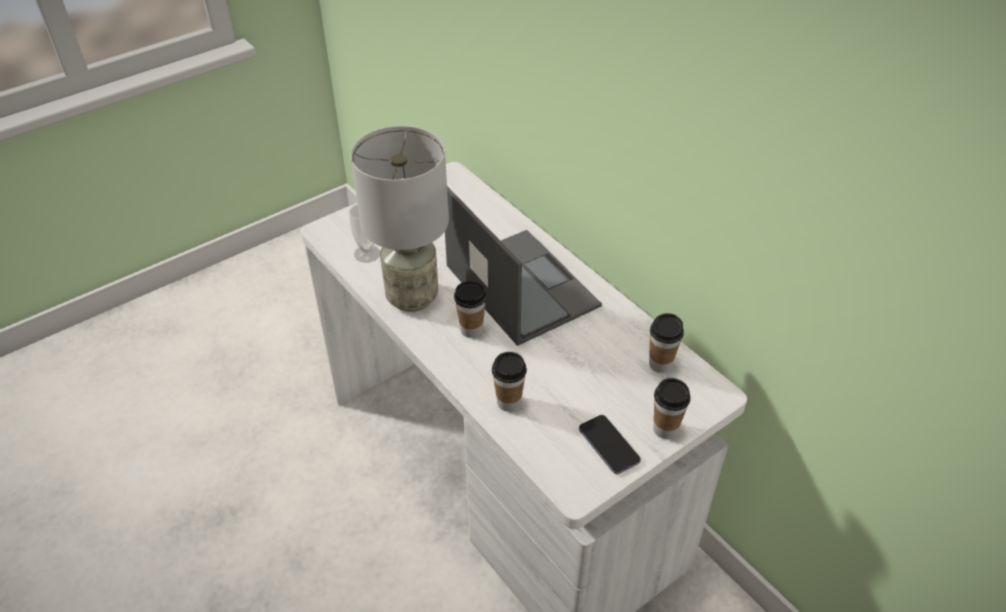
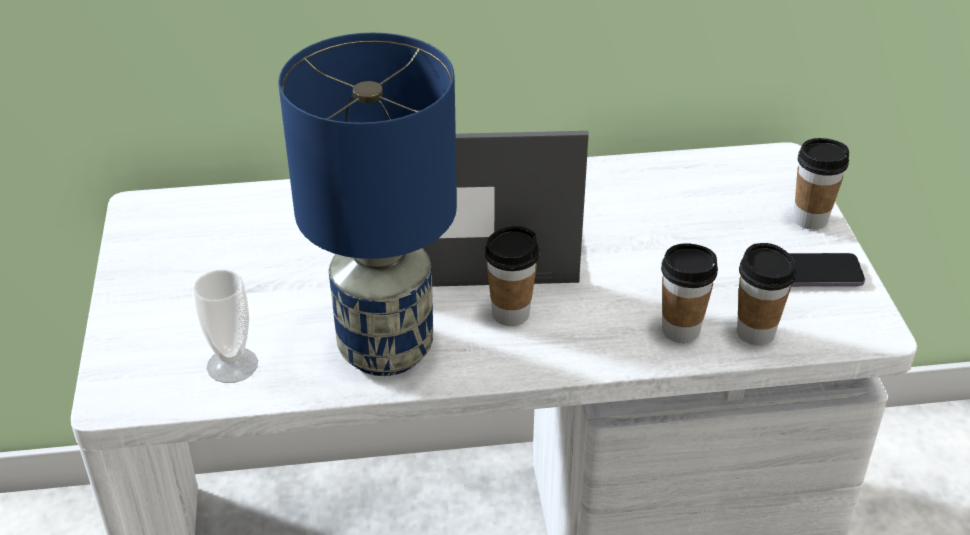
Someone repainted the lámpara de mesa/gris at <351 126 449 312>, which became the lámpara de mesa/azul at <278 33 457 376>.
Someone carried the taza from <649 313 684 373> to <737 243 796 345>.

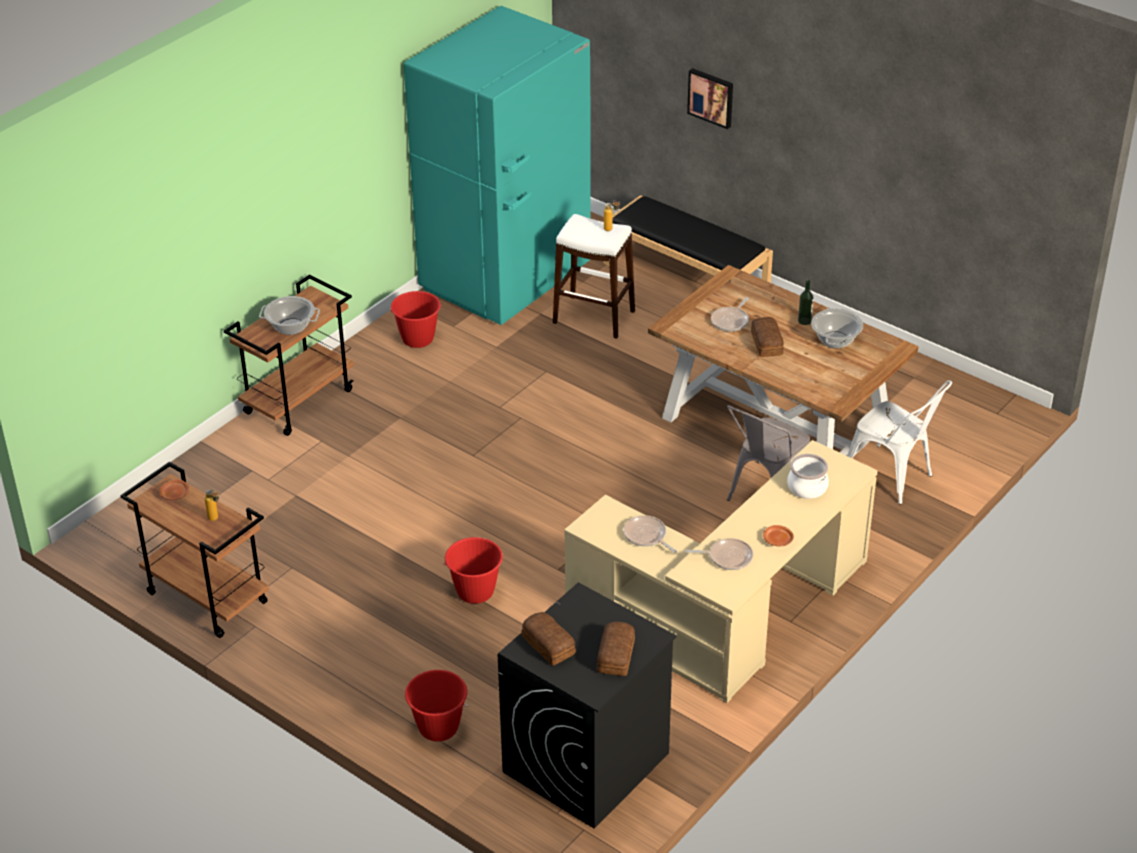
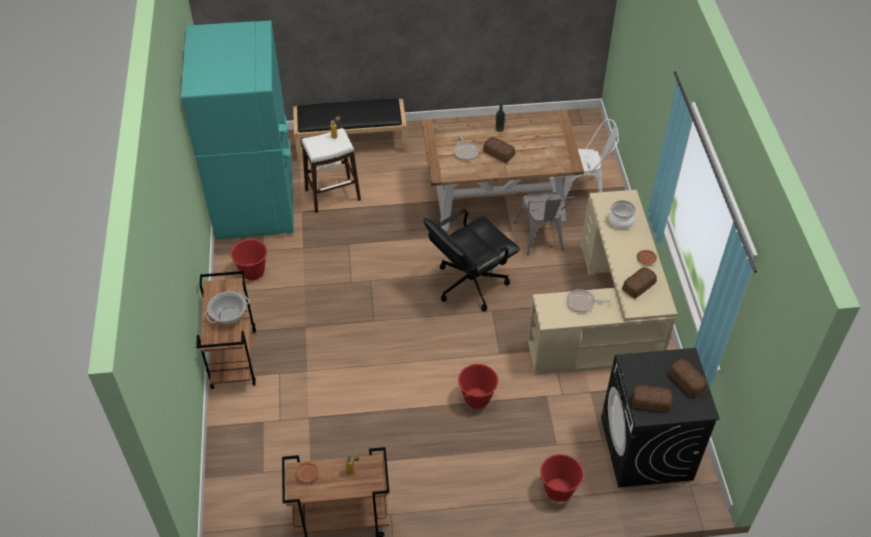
Someone swapped the sartén at <685 538 753 570> for the pan at <622 267 657 299>.
Someone took away the cuadro at <687 68 733 129>.
Someone took away the olla at <811 308 863 348>.
Someone put down the silla de oficina/negro at <424 209 520 311>.

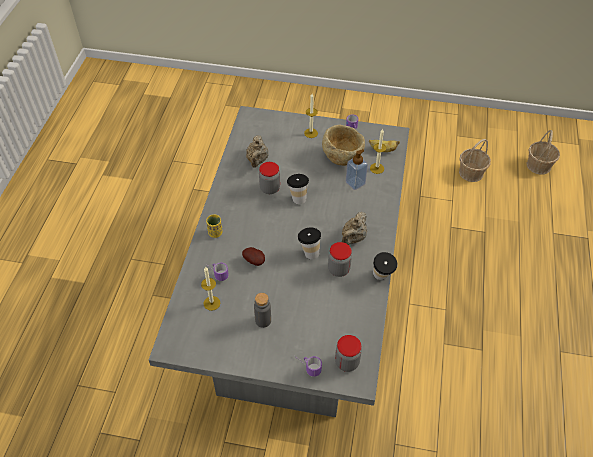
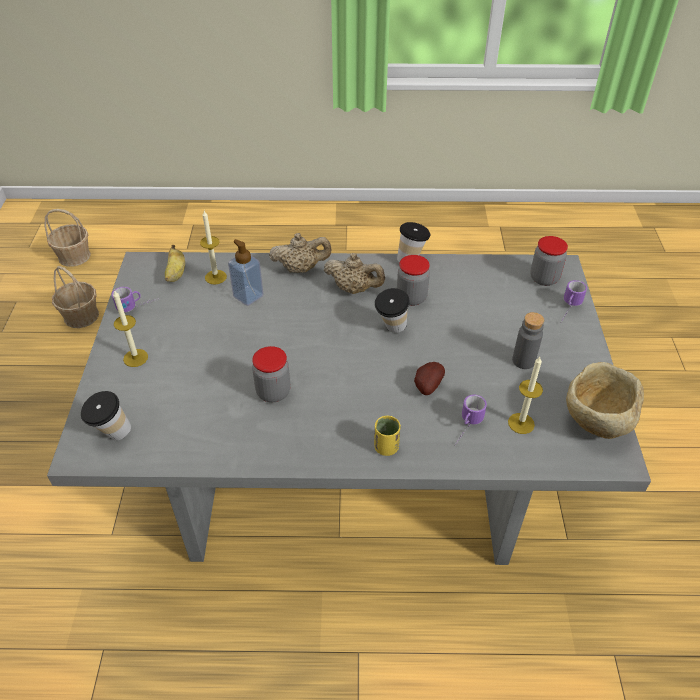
Someone carried the tetera/beis from <246 135 269 168> to <269 233 332 273>.
Someone carried the taza from <287 174 309 204> to <81 391 131 440>.
Someone carried the cuenco/beis from <322 125 365 166> to <566 362 644 439>.

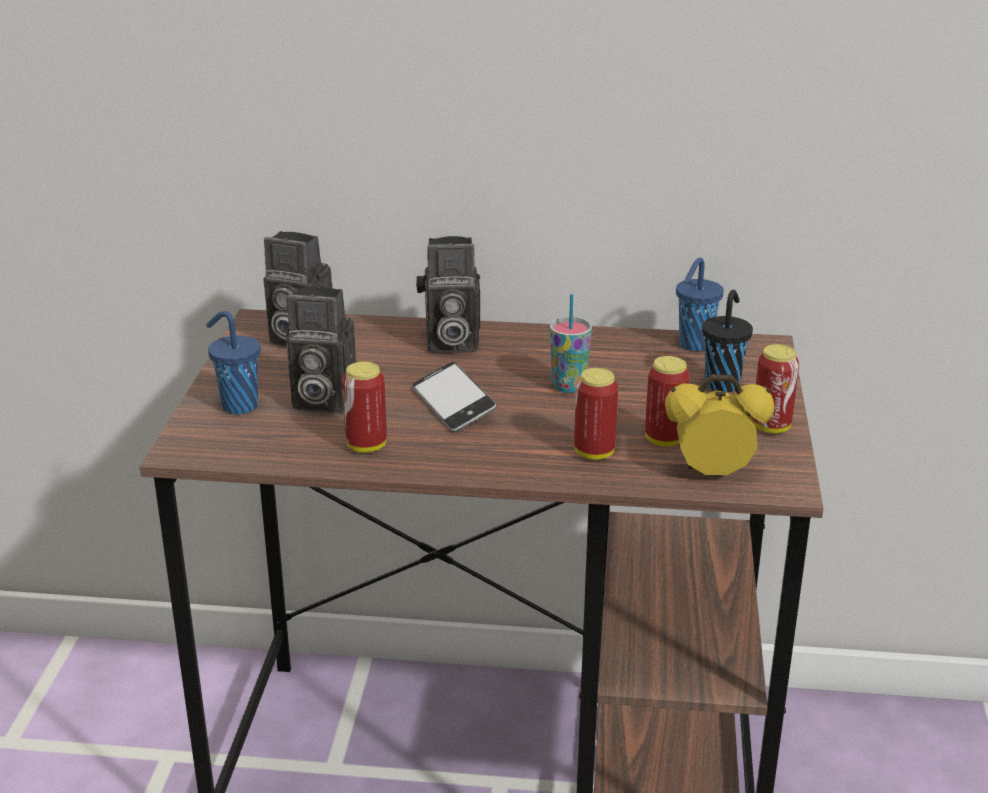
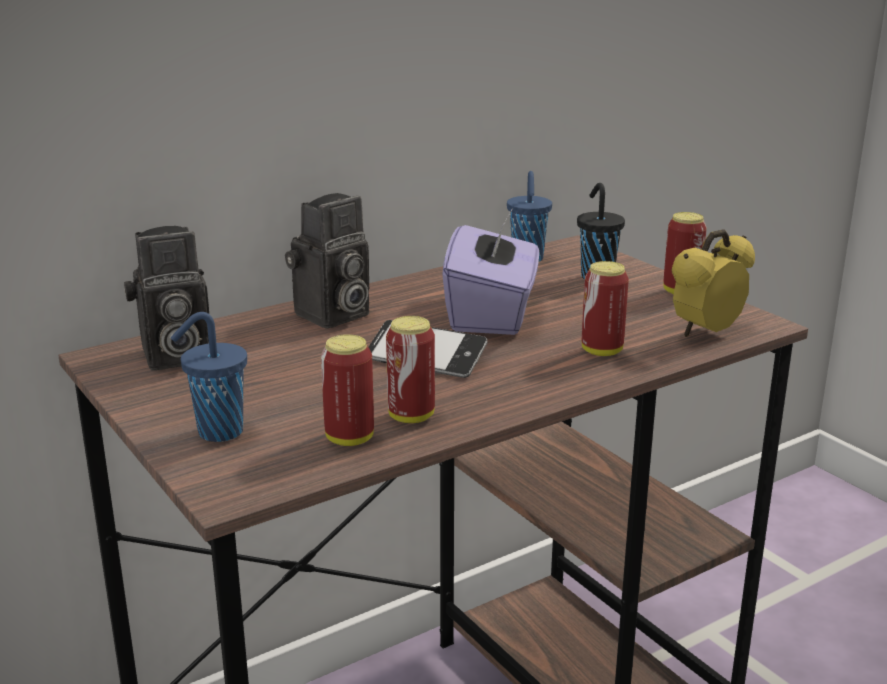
Someone took away the cámara at <286 287 356 413>.
Someone swapped the taza at <550 294 592 393> for the caja de pañuelos/morado at <442 208 539 335>.
Someone carried the lata from <645 356 690 447> to <321 334 374 446>.

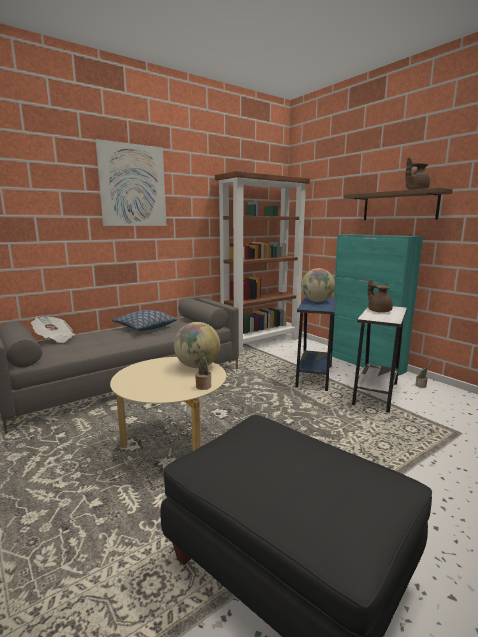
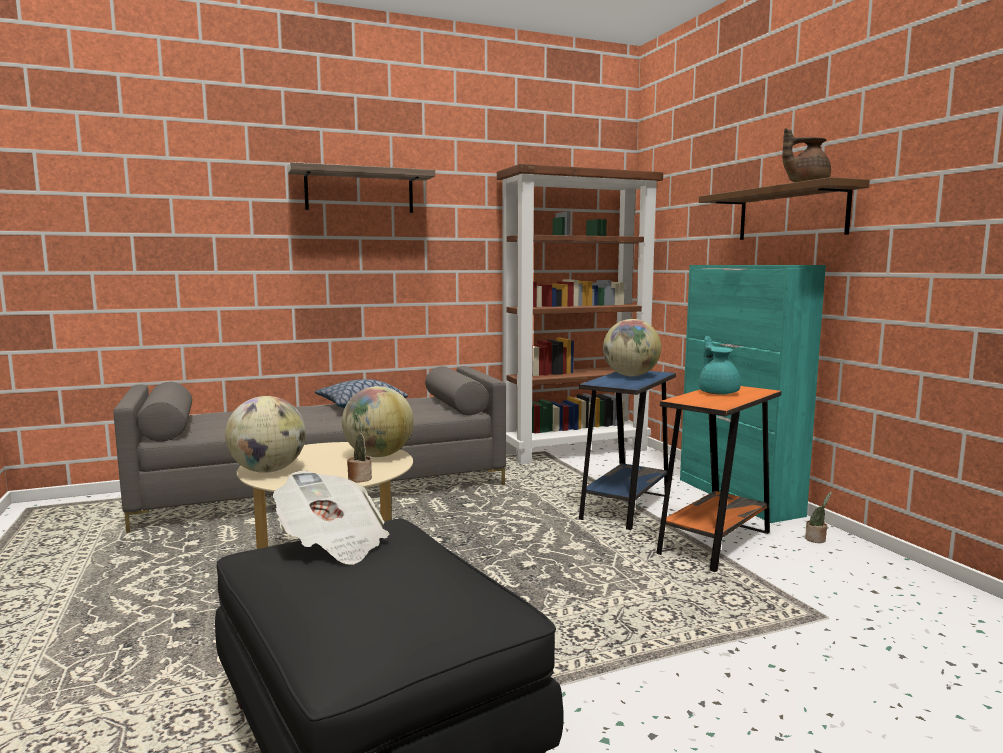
Someone carried the periódico from <31 316 75 343> to <273 471 389 565>.
Someone swapped the cuadro at <96 139 166 226> for the estante at <287 162 435 213>.
Someone repainted the mesa auxiliar/blanco at <352 306 407 413>, which became the mesa auxiliar/naranja at <656 386 782 572>.
Someone repainted the tetera/marrón at <368 278 393 313>, which became the tetera/turquesa at <698 336 741 395>.
Someone put down the globo terráqueo at <225 396 306 473>.

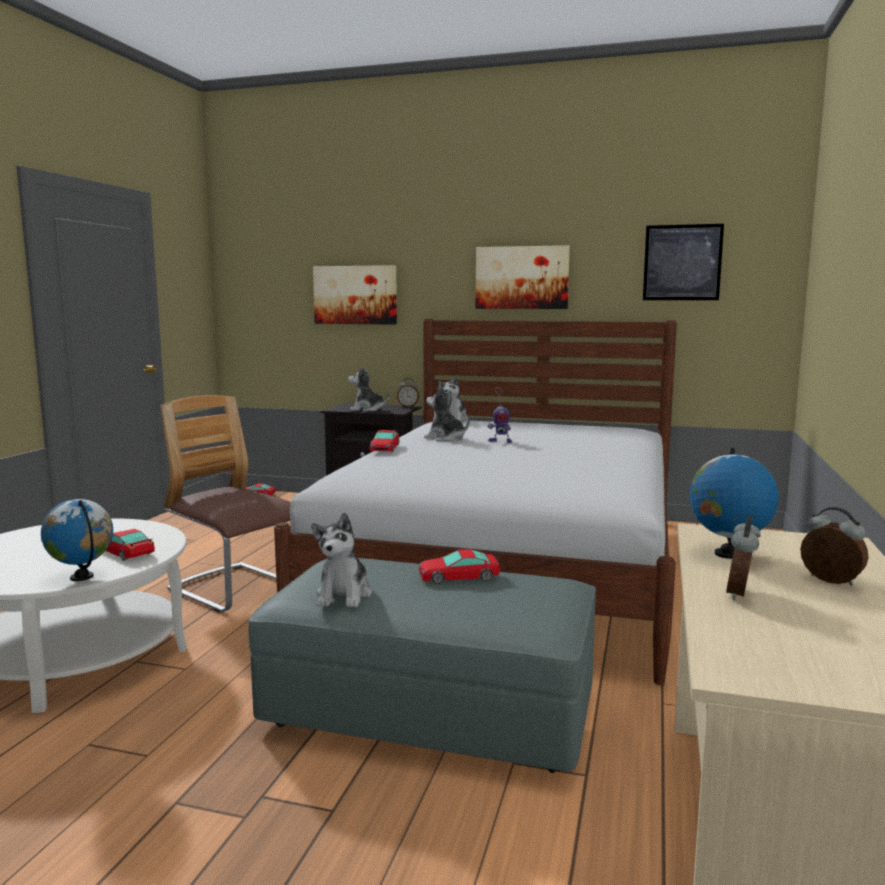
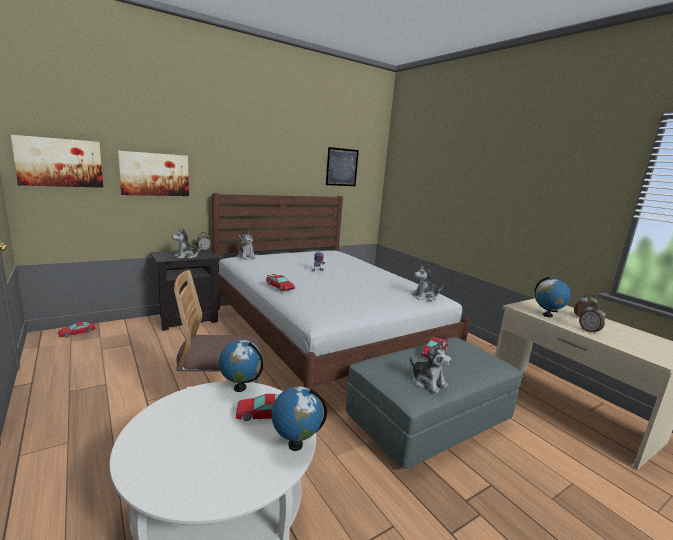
Someone carried the peluche from <424 385 470 441> to <412 265 443 301>.
Someone carried the cuadro from <476 245 570 309> to <11 135 103 188>.
Someone put down the globo terráqueo at <219 340 263 392>.

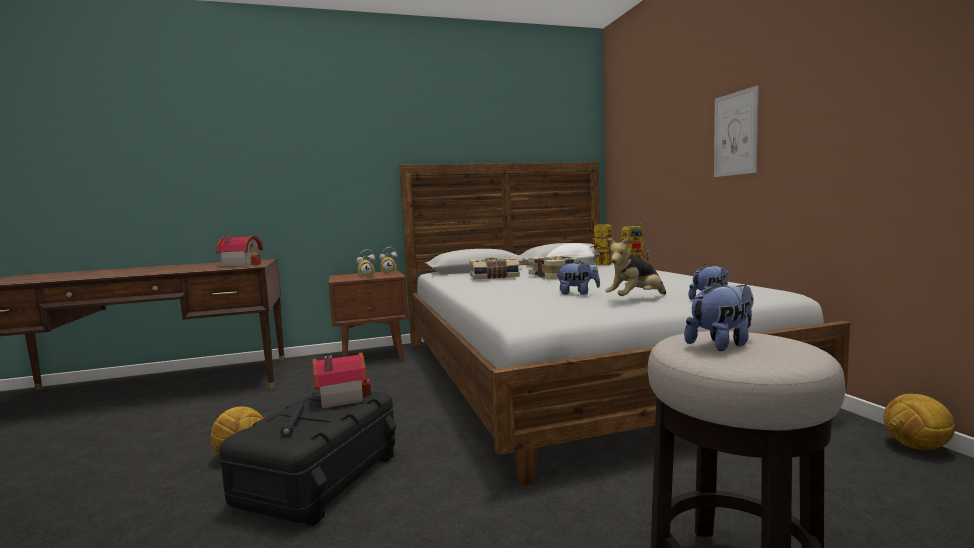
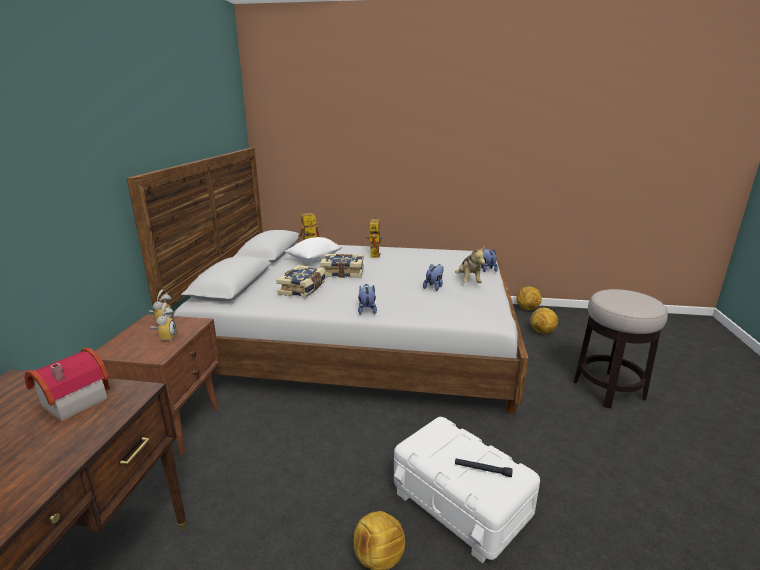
Someone repainted the caja de almacenaje/negro at <220 390 396 526>, which became the caja de almacenaje/blanco at <394 417 540 563>.
Someone took away the casita at <312 352 371 409>.
Someone carried the peluche from <684 281 754 351> to <358 284 377 315>.
Someone took away the cuadro at <714 85 759 177>.
Someone put down the balón de fútbol at <530 308 558 334>.

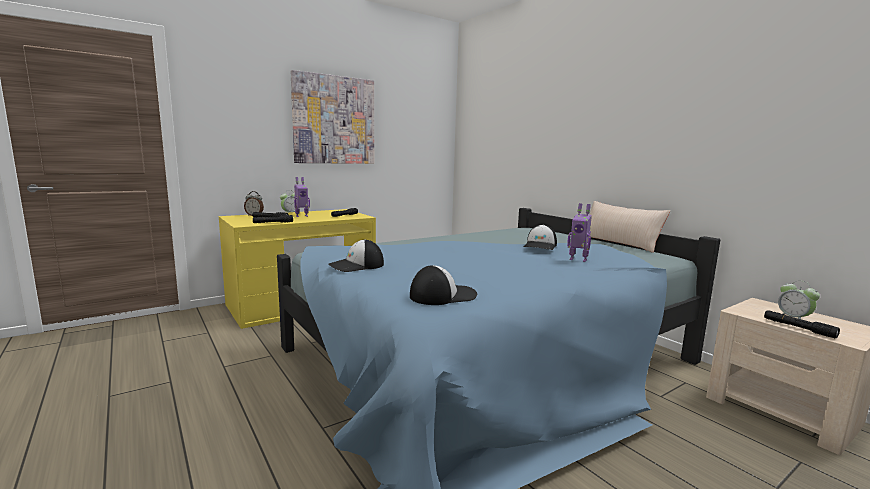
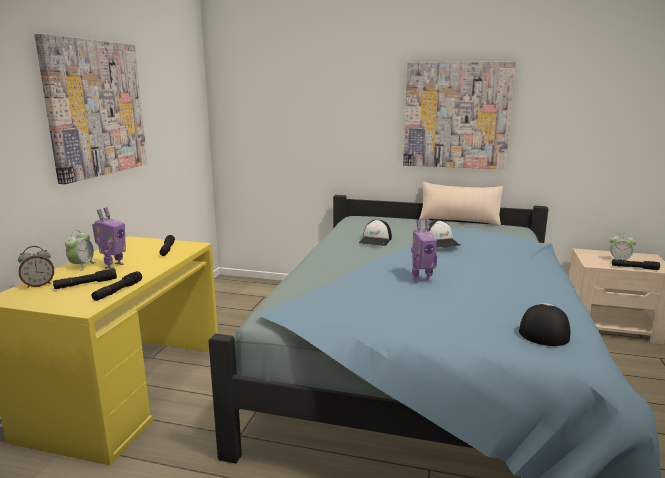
Someone carried the gorra from <329 239 384 272> to <359 220 392 246>.
Someone carried the robot de juguete from <567 203 592 262> to <411 219 437 283>.
Someone put up the cuadro at <403 61 516 169>.

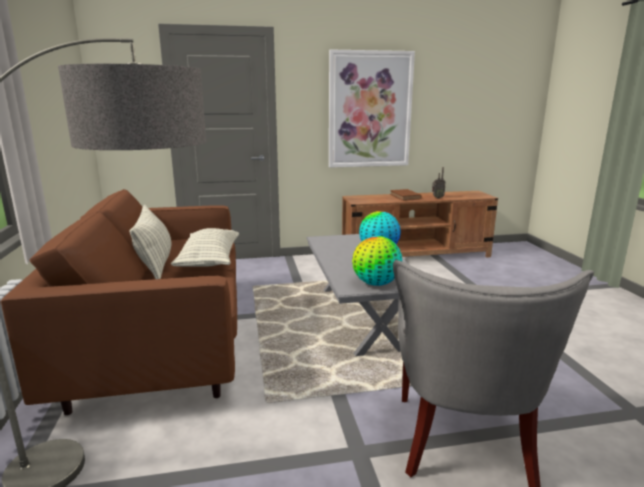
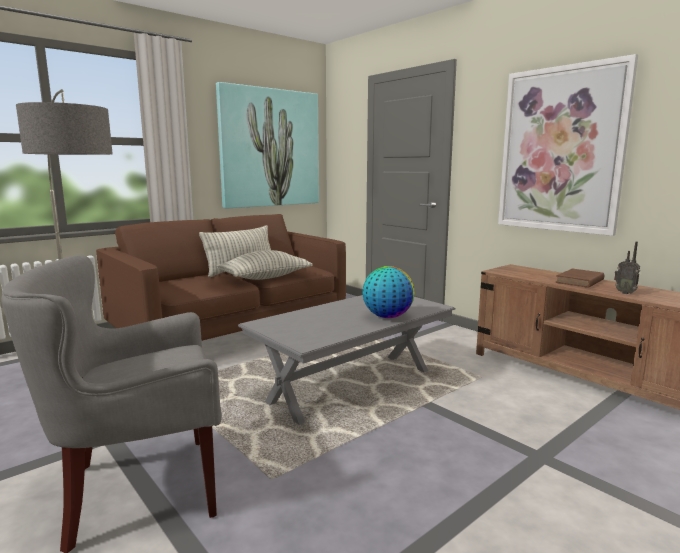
Someone took away the globo terráqueo at <352 236 402 286>.
Someone put up the cuadro at <216 82 319 208>.

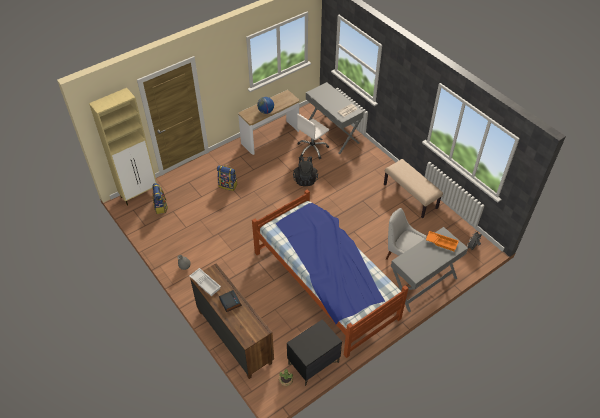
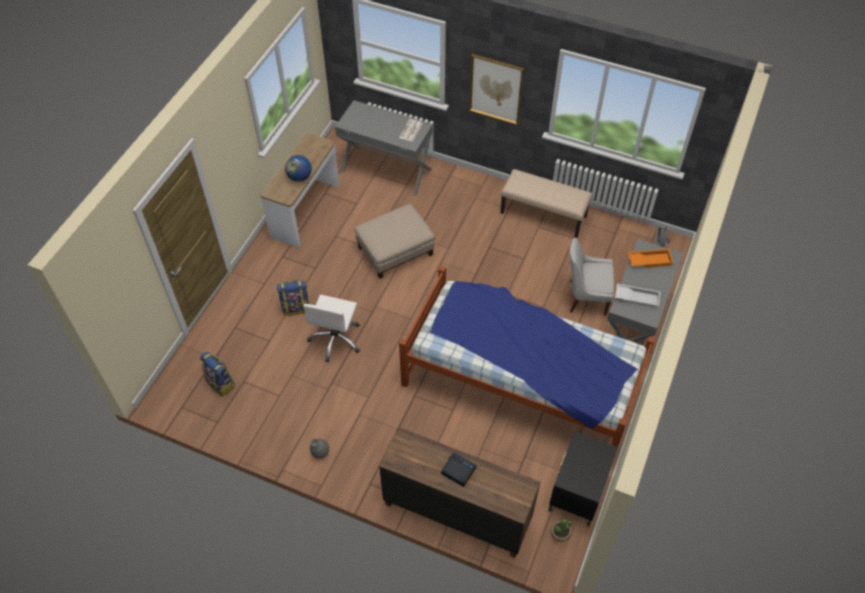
Someone took away the armario/beis at <89 88 157 206>.
Someone carried the bandeja/blanco from <190 268 221 296> to <615 284 661 308>.
Someone swapped the mochila/negro at <293 156 318 186> for the puf/beis at <355 204 435 279>.
Someone carried the silla de oficina/blanco from <297 114 329 159> to <303 294 360 362>.
Someone put up the cuadro at <469 54 524 125>.

